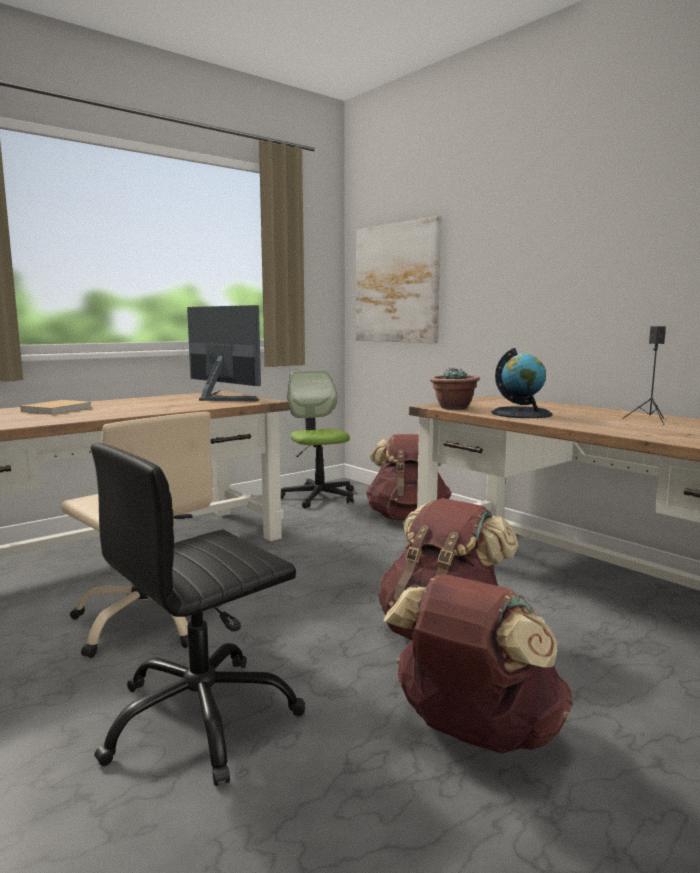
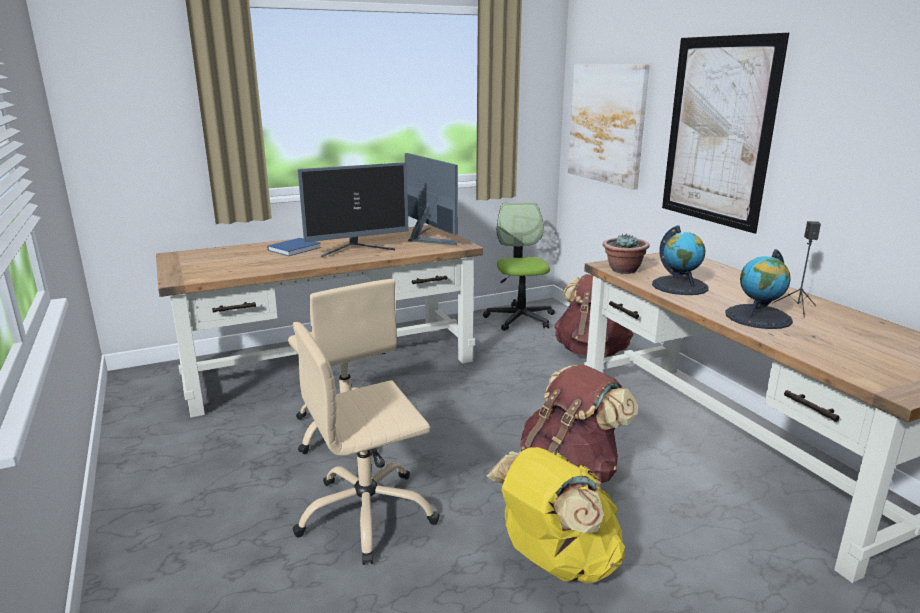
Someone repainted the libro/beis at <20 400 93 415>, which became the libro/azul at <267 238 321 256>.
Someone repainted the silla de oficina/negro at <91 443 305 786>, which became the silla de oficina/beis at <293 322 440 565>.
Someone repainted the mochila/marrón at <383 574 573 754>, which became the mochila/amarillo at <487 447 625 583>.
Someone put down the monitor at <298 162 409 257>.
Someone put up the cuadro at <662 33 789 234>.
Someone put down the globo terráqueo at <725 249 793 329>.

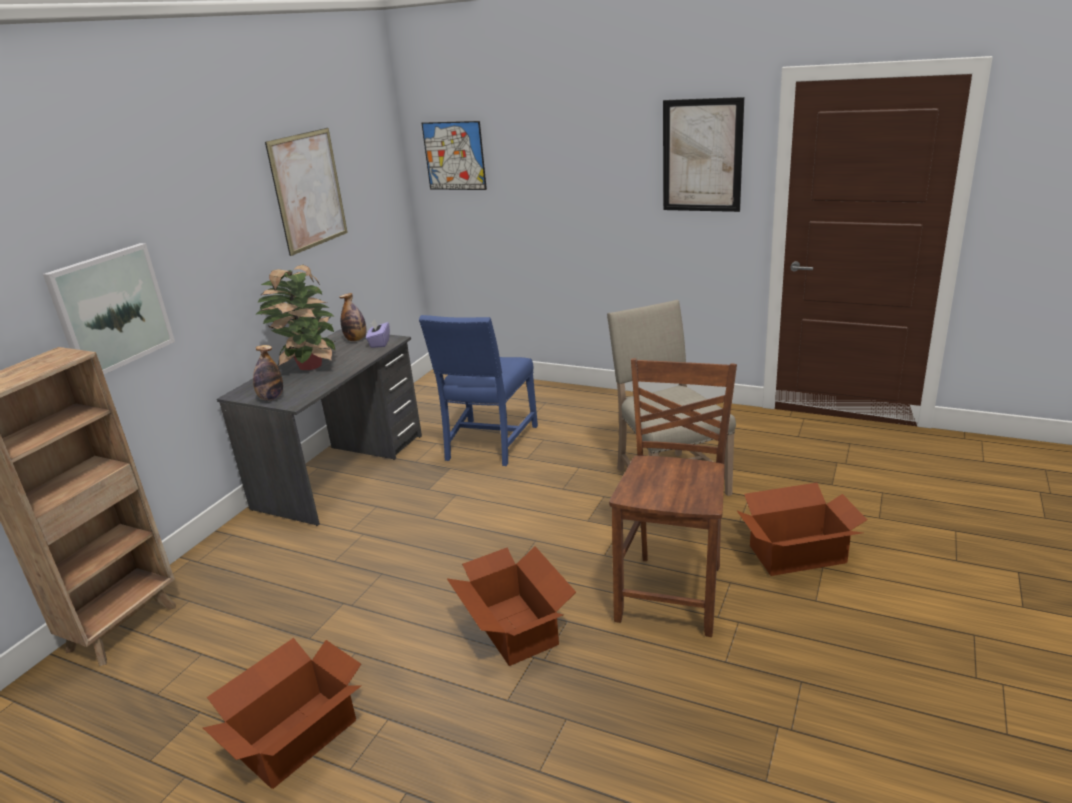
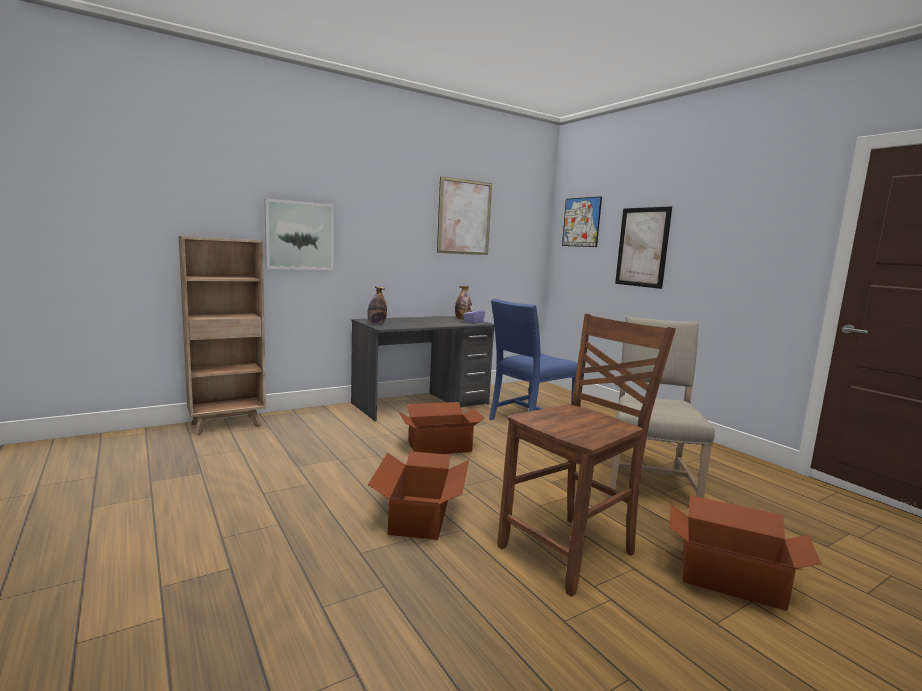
Someone carried the caja de cartón from <203 638 361 789> to <399 402 485 454>.
Someone took away the planta en maceta at <256 265 335 370>.
Someone carried the cuadro from <663 97 744 212> to <615 206 672 289>.

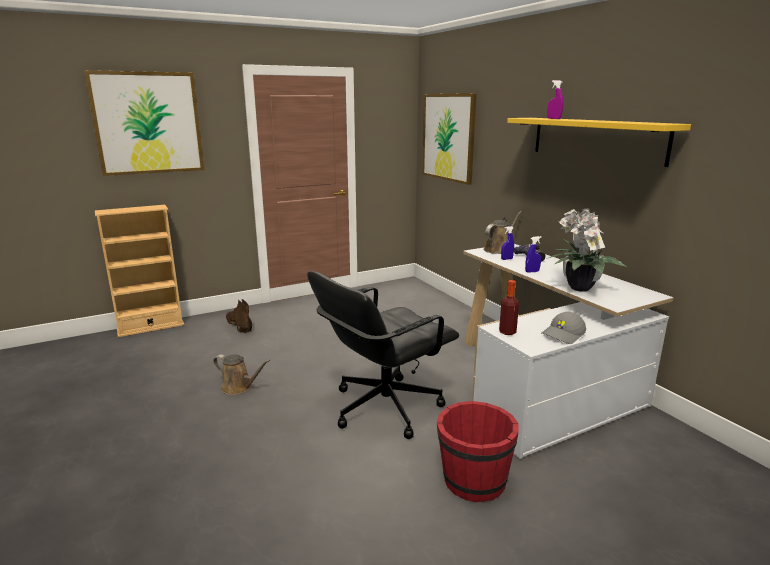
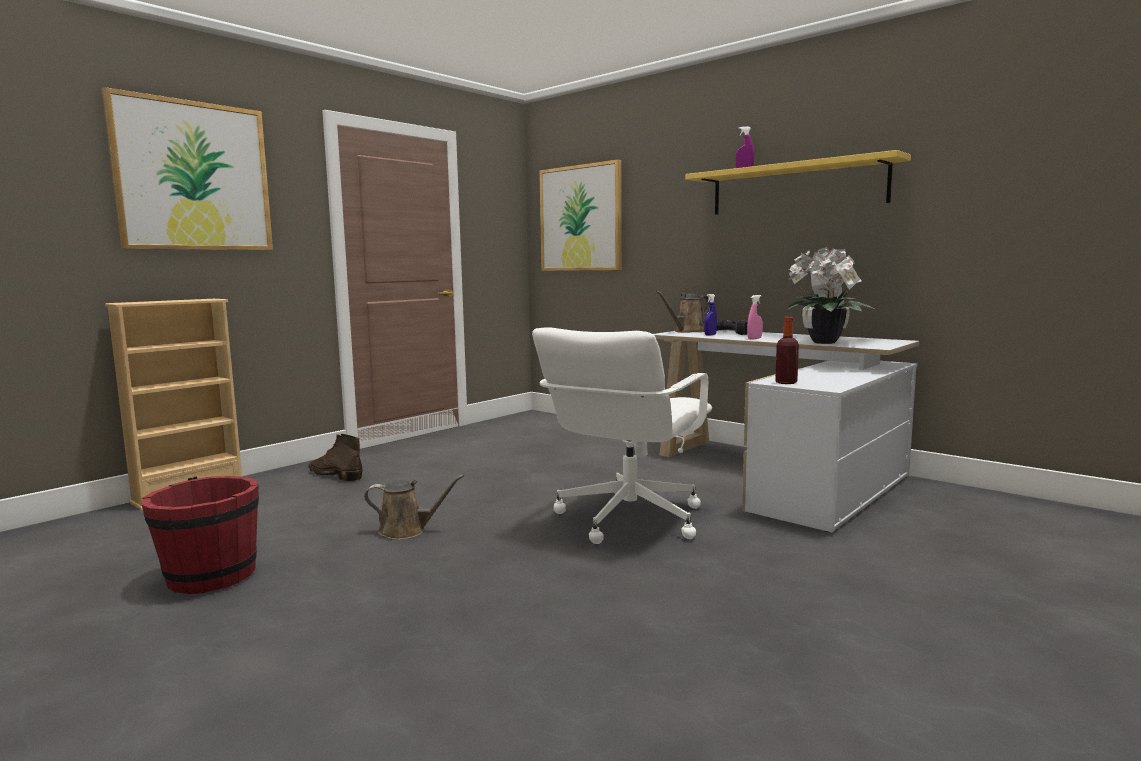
Someone repainted the silla de oficina/negro at <307 271 459 439>, which became the silla de oficina/blanco at <532 327 712 544>.
Someone carried the cubo/rojo from <437 401 518 502> to <142 476 259 594>.
Someone rotated the regadera/marrón at <484 211 522 254> by 150 degrees counterclockwise.
Someone repainted the pulverizador/azul at <525 236 542 273>, which became the pulverizador/rosa at <747 295 763 339>.
Someone took away the gorra/gris at <542 312 586 344>.

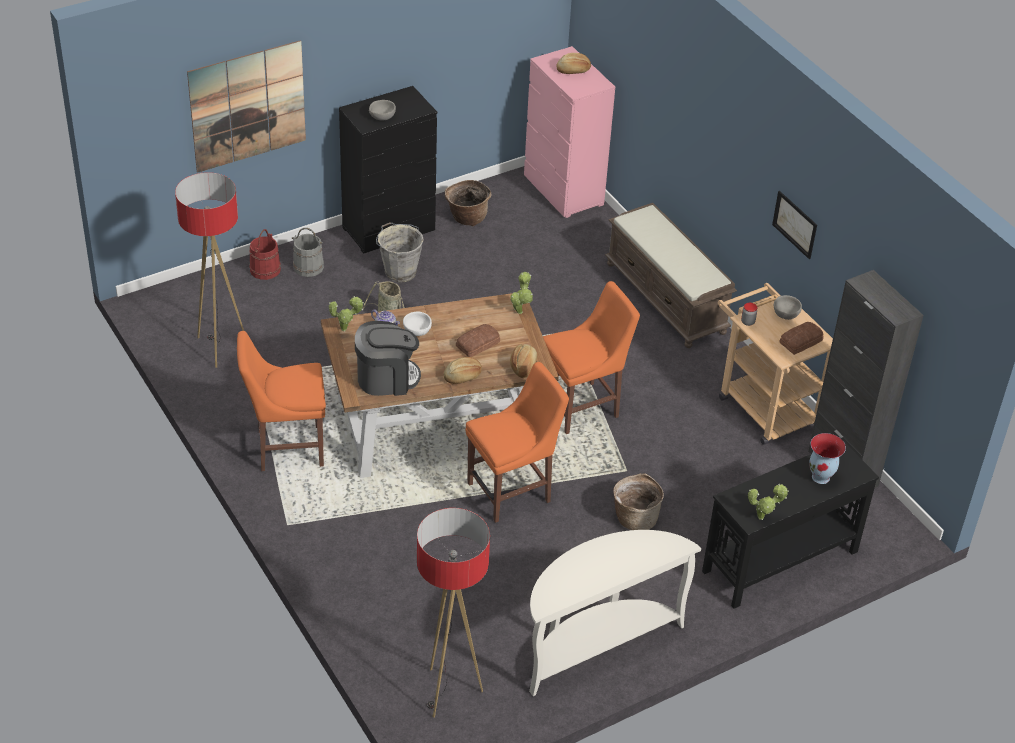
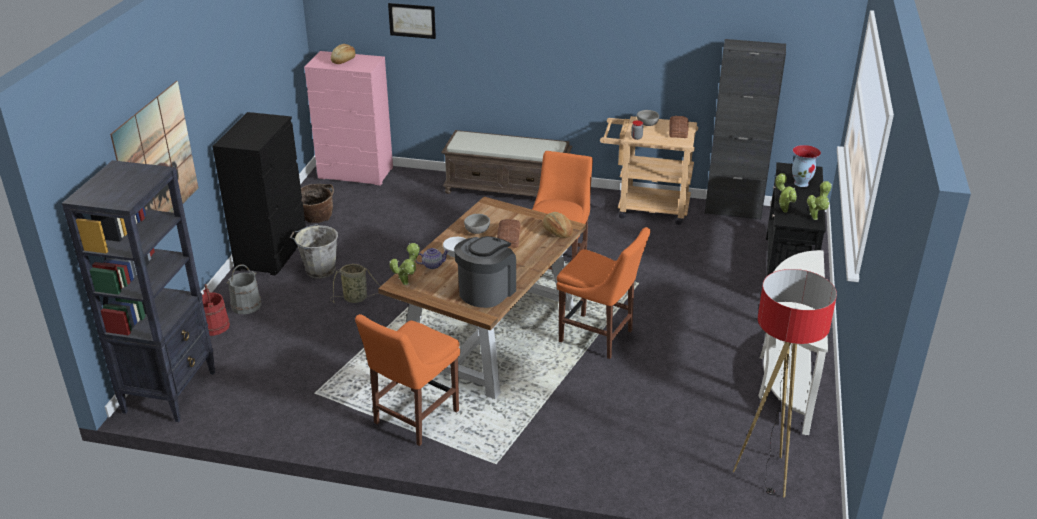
Someone took away the lámpara de pie at <175 172 244 368>.
Someone carried the cuenco/gris from <369 100 396 121> to <464 214 490 234>.
Someone took away the pan at <443 357 482 384>.
Someone rotated the silla/naranja at <466 362 569 523> by 105 degrees clockwise.
Someone carried the planta en maceta from <510 272 533 314> to <775 173 797 213>.
Someone took away the cesta at <613 473 664 530>.
Someone carried the cuadro from <772 191 817 259> to <388 3 436 39>.
Someone put down the estantería/negro at <62 160 216 422>.

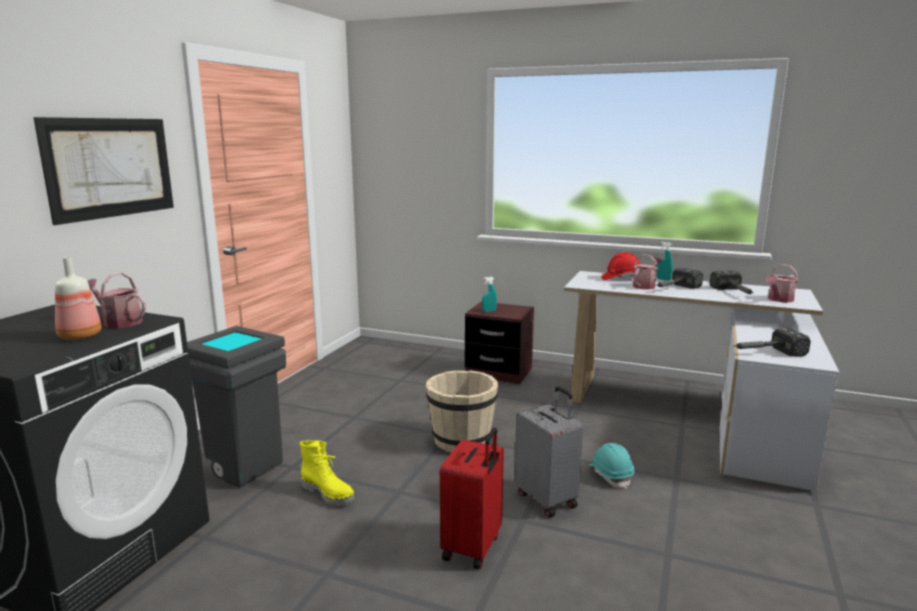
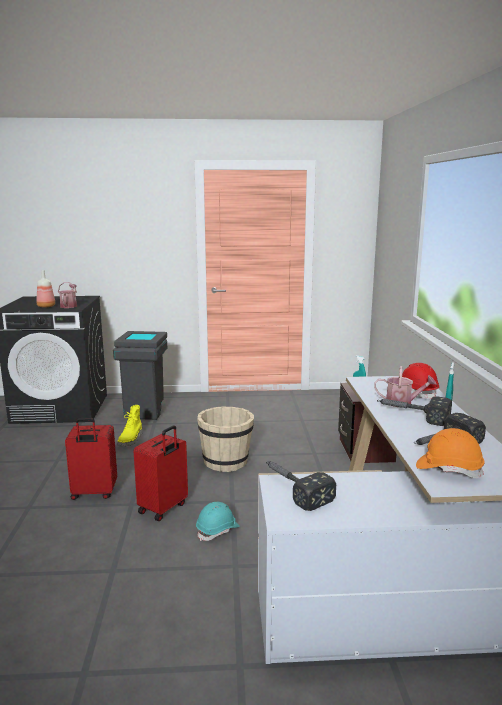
Someone took away the cuadro at <33 117 174 225>.
Someone repainted the maleta/gris at <515 386 583 518>, which became the maleta/rojo at <134 425 188 521>.
Someone swapped the regadera at <766 264 798 302> for the casco/naranja at <416 428 485 478>.

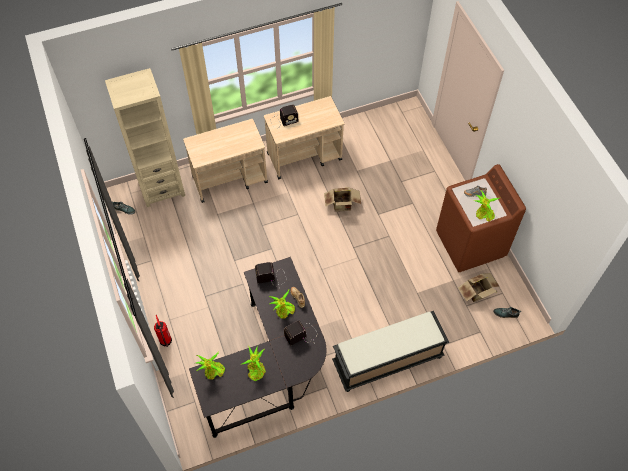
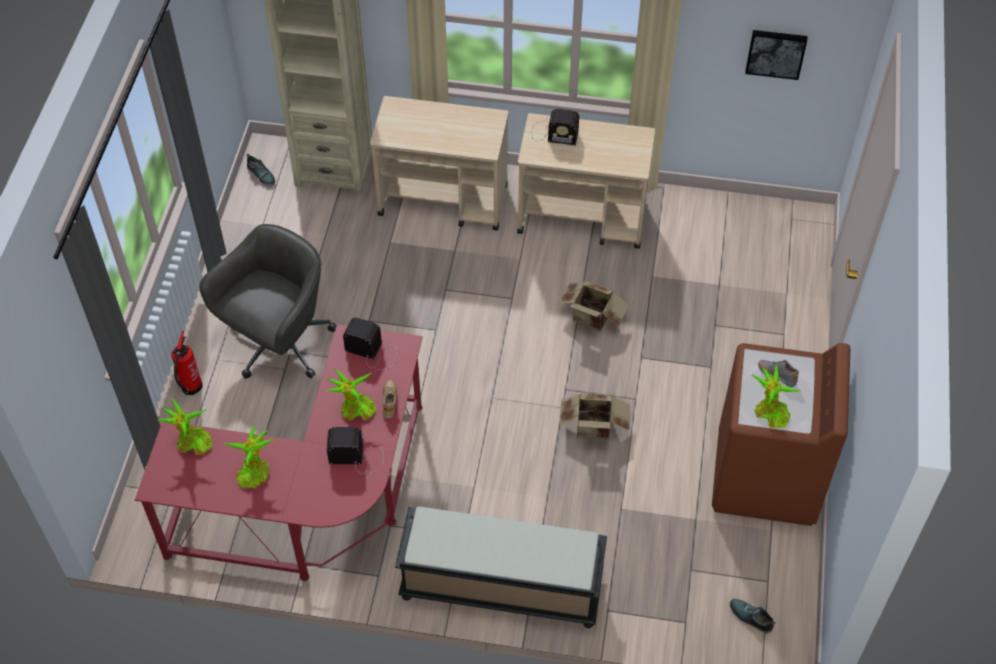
Someone repainted the escritorio/negro at <189 257 326 438>, which became the escritorio/rojo at <135 324 423 581>.
Someone carried the caja de cartón from <458 273 500 302> to <560 394 630 440>.
Someone put down the silla de oficina/gris at <199 224 337 379>.
Someone put up the cuadro at <745 30 808 80>.

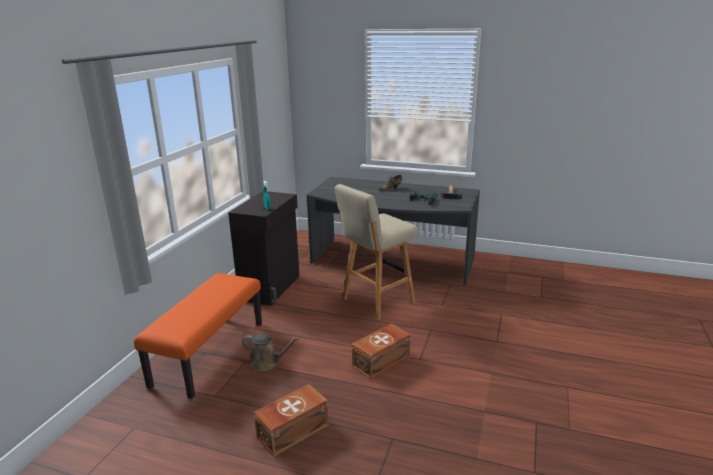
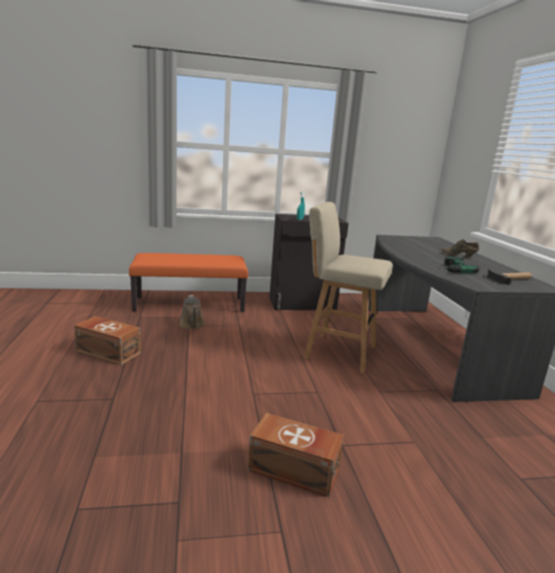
Someone carried the caja de almacenaje/marrón from <352 323 411 380> to <248 413 344 497>.

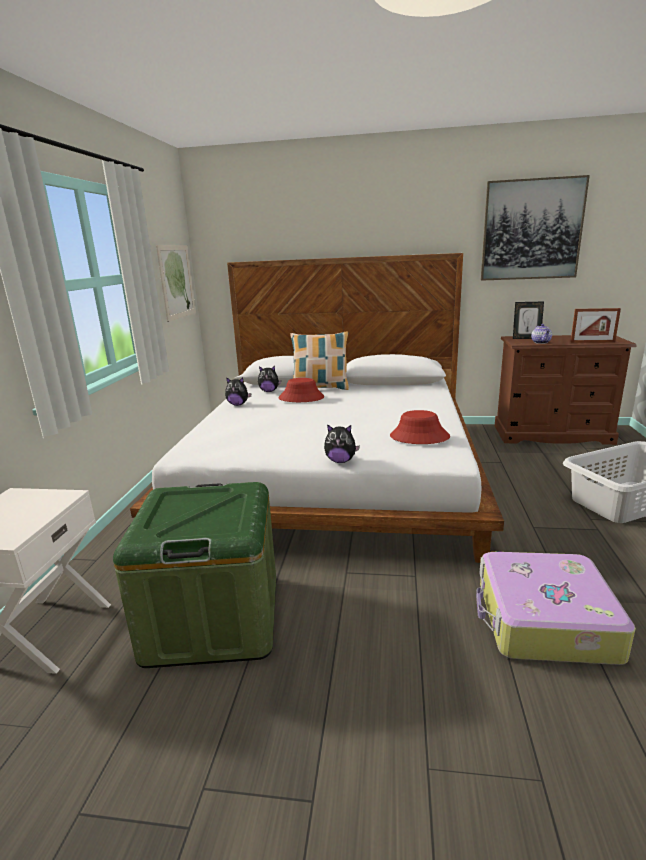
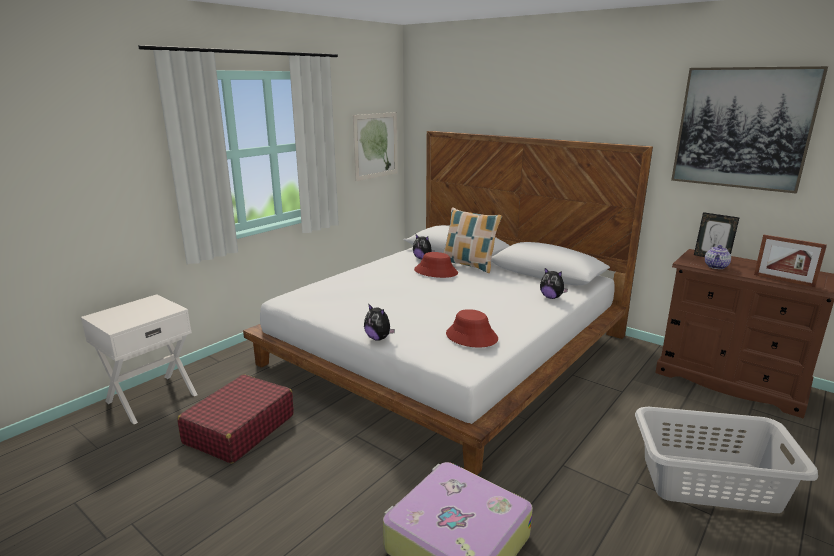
Someone swapped the caja de almacenaje/verde at <113 482 276 668> for the maleta/rojo at <177 374 294 464>.
Someone carried the peluche from <225 377 251 406> to <540 268 568 299>.

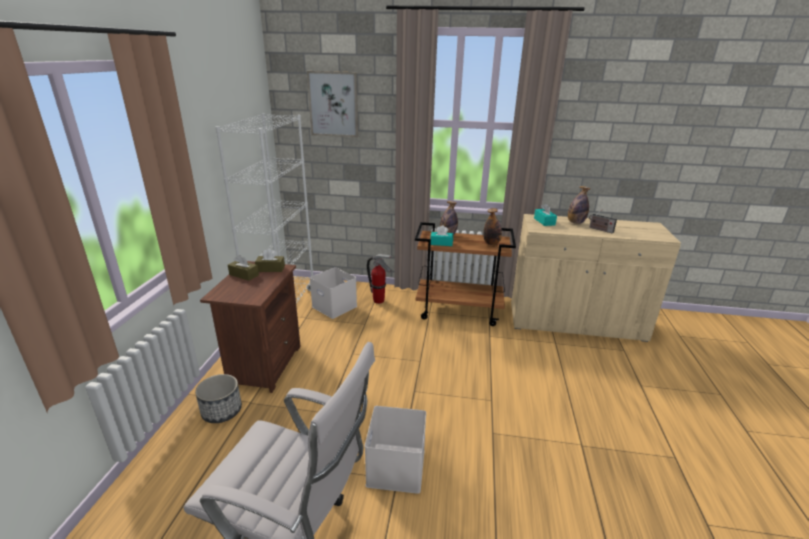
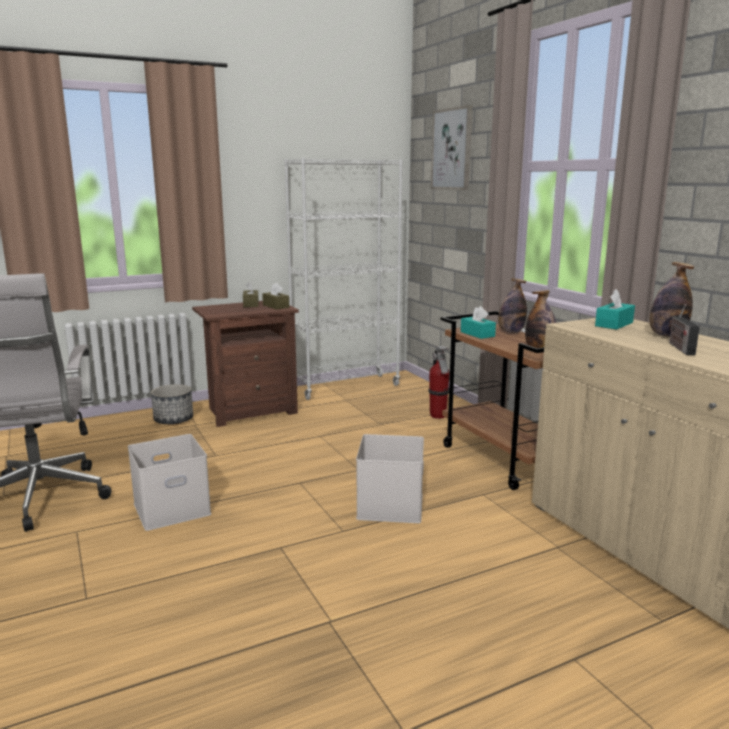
Someone carried the caja de almacenaje/blanco from <310 267 357 319> to <356 434 424 523>.

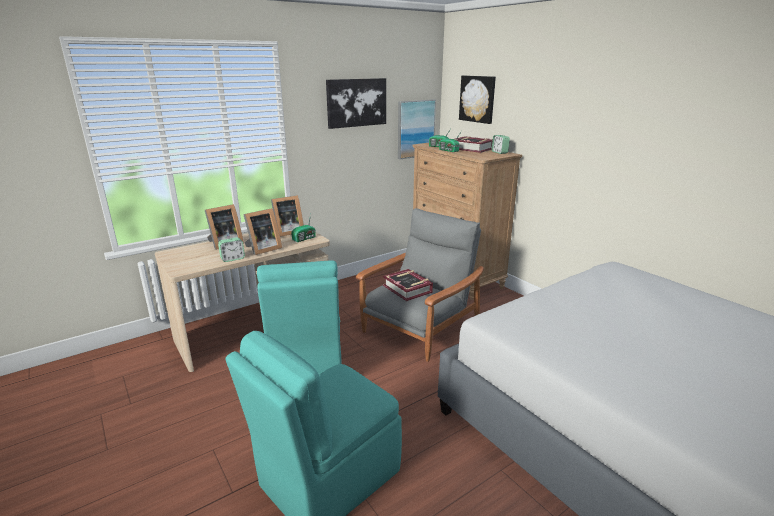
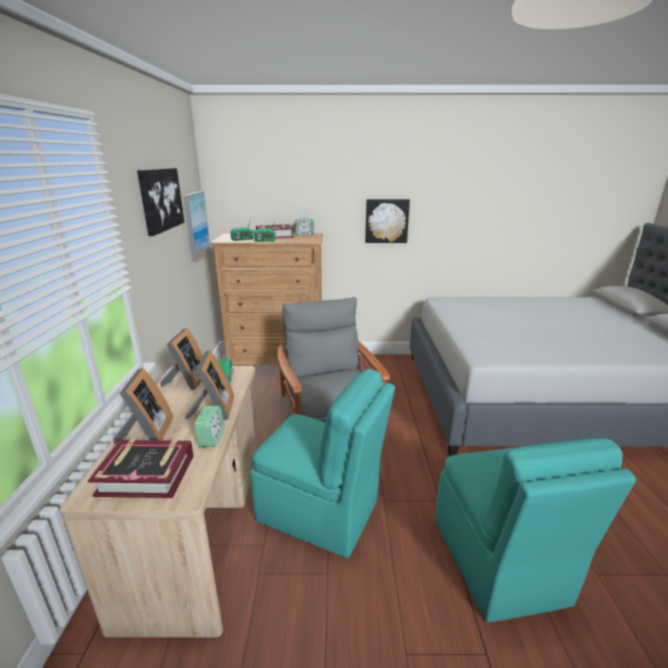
Someone carried the libro from <383 269 433 301> to <88 438 194 498>.
Someone carried the cuadro from <459 76 496 124> to <365 199 410 243>.

